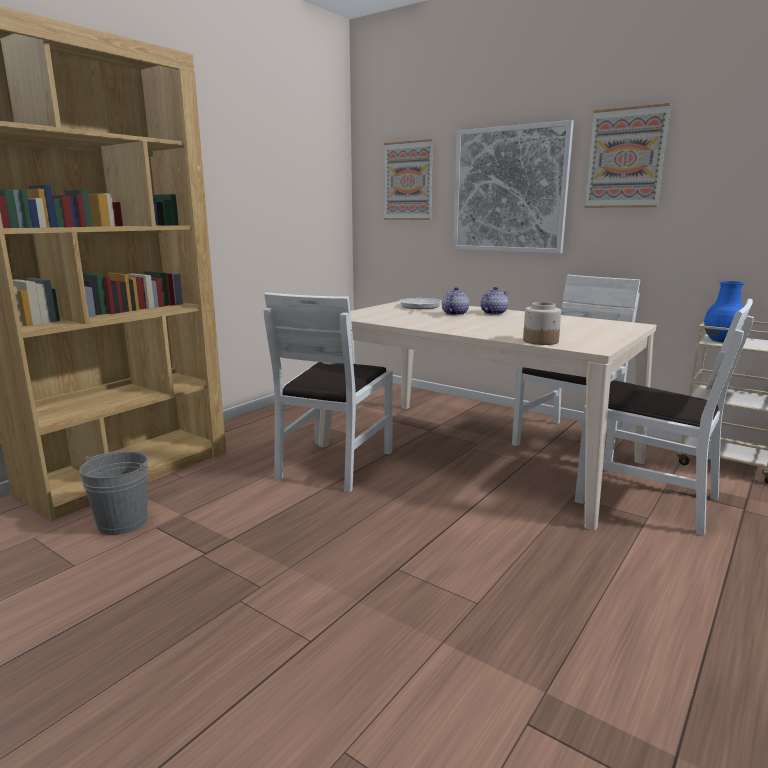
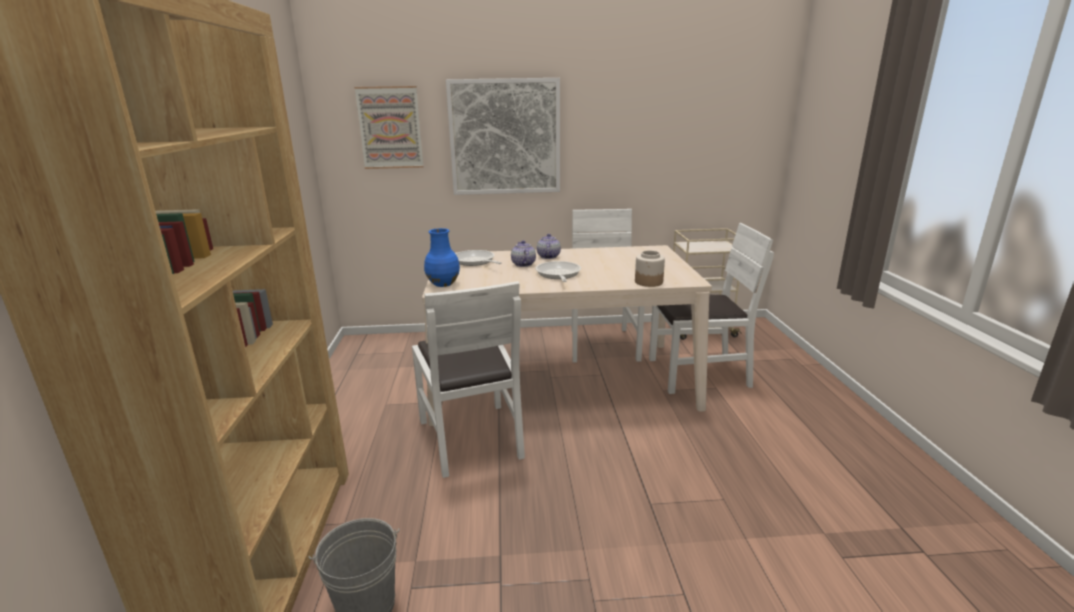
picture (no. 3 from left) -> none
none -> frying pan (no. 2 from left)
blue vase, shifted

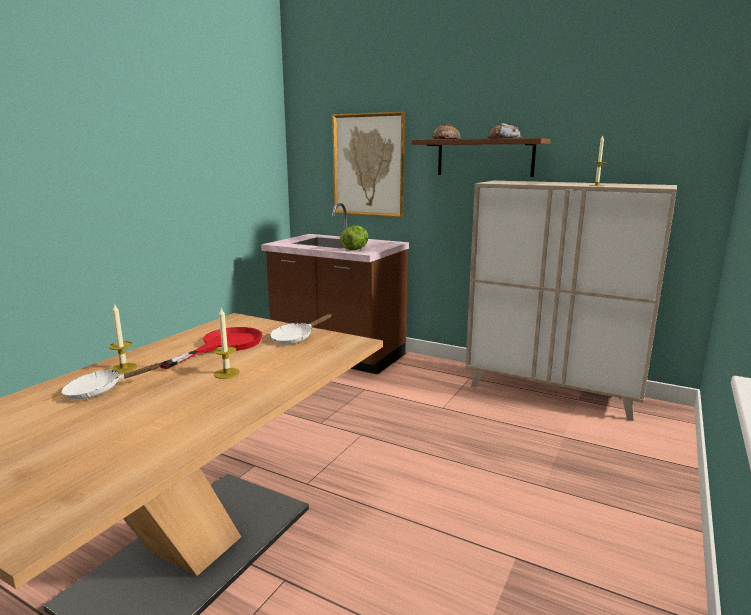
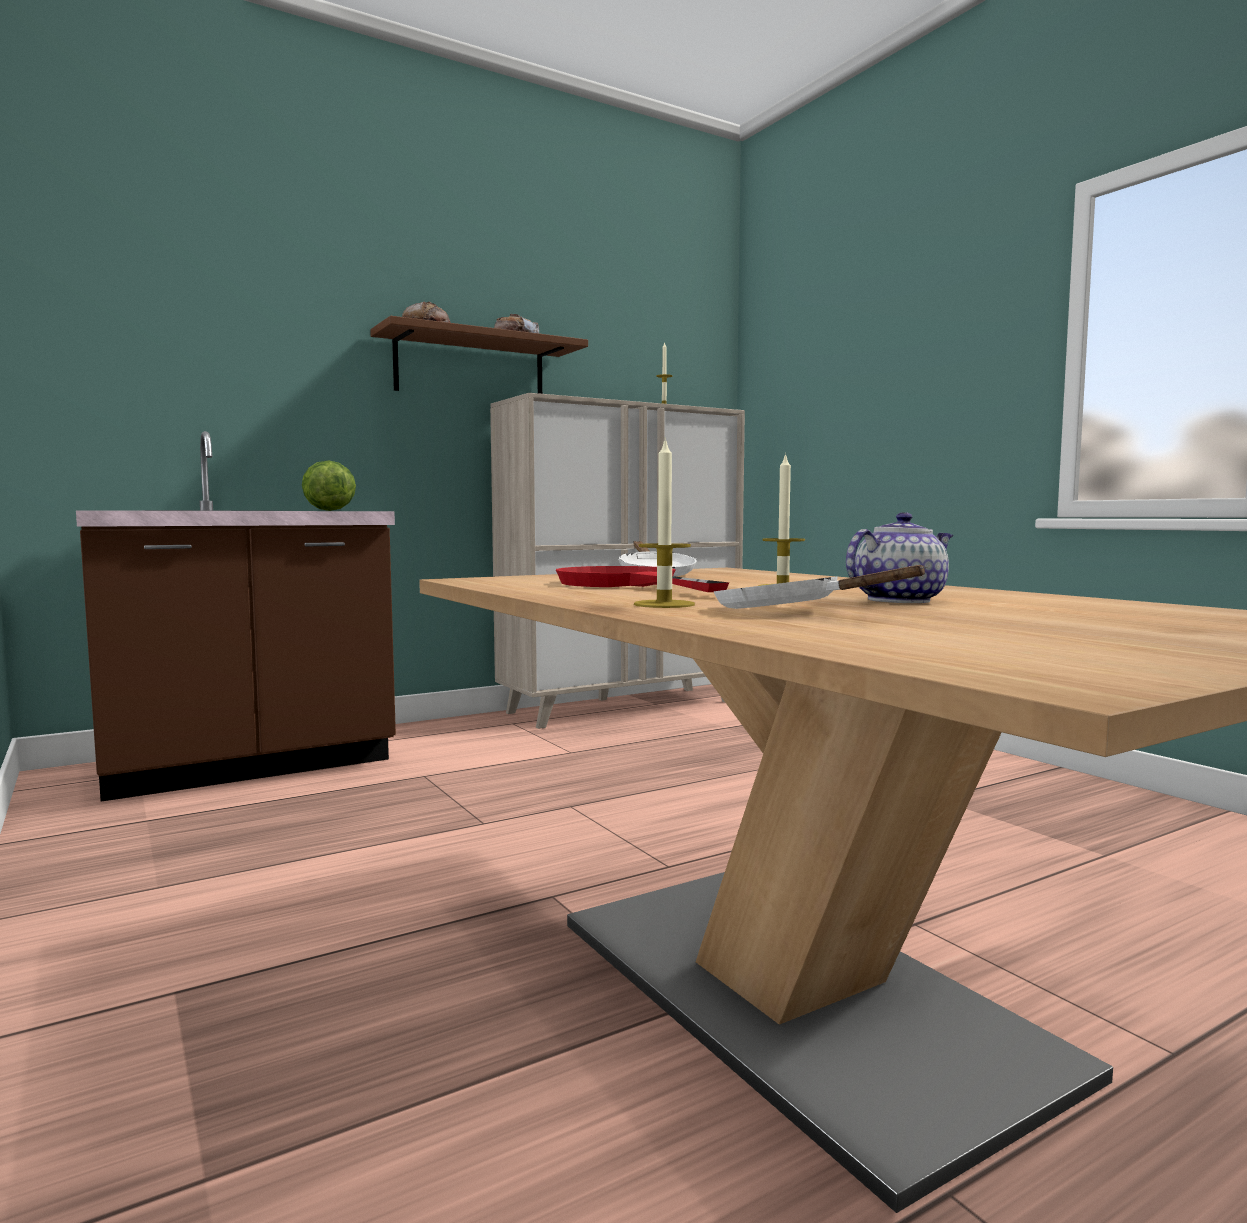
picture -> none
none -> teapot
white frying pan (no. 1 from left in the first image) -> white frying pan (no. 2 from left), 120 degrees clockwise

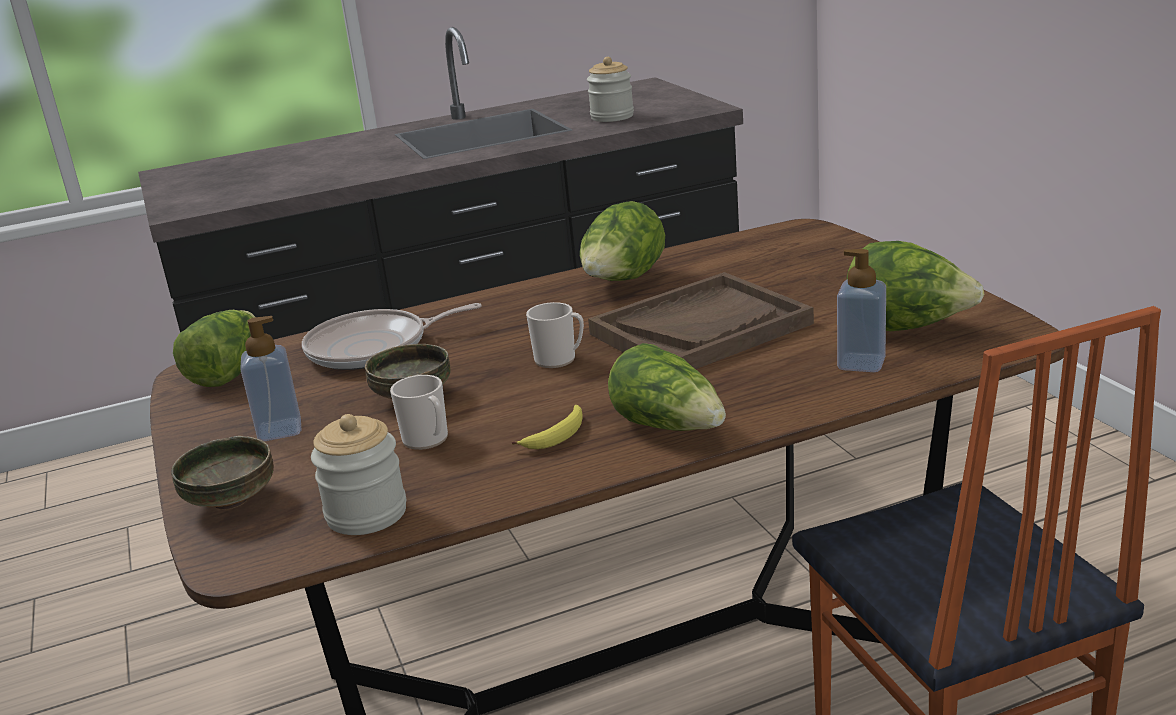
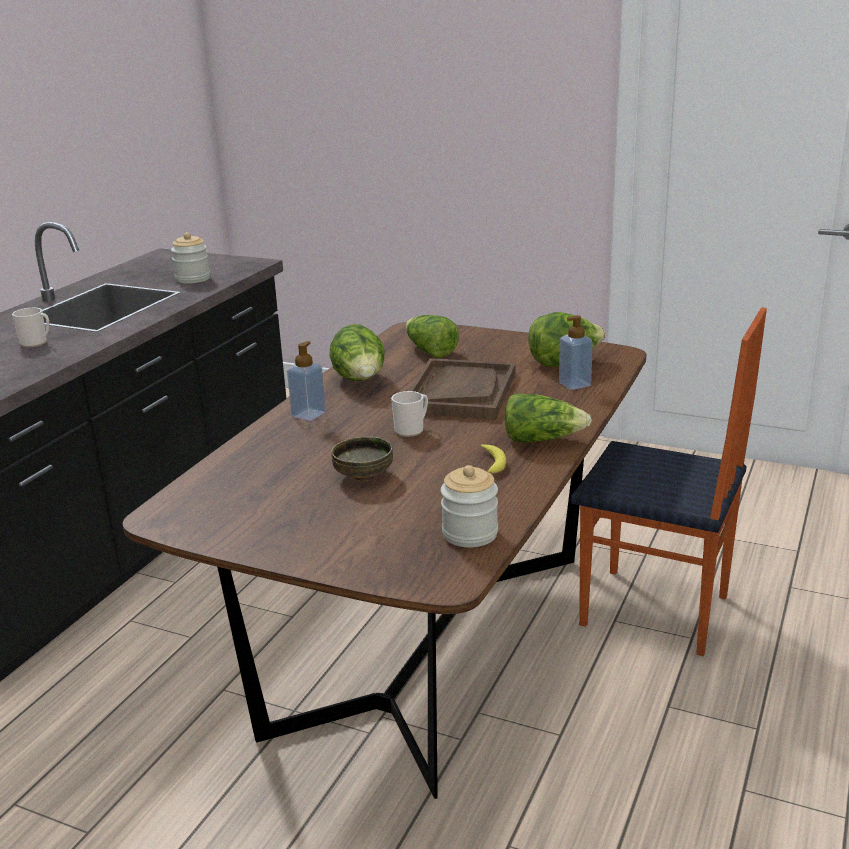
bowl (no. 1 from left) -> none
frying pan -> none
lettuce (no. 1 from left in the first image) -> lettuce (no. 2 from left), shifted
soap dispenser (no. 1 from left), shifted
mug (no. 1 from left), shifted

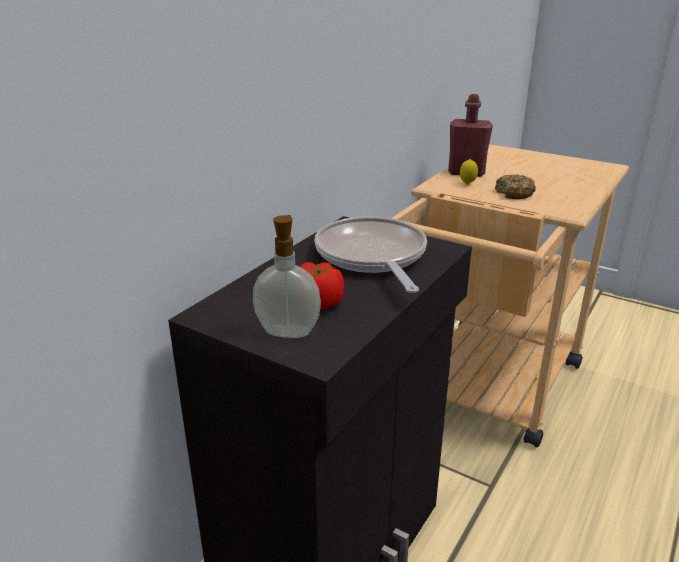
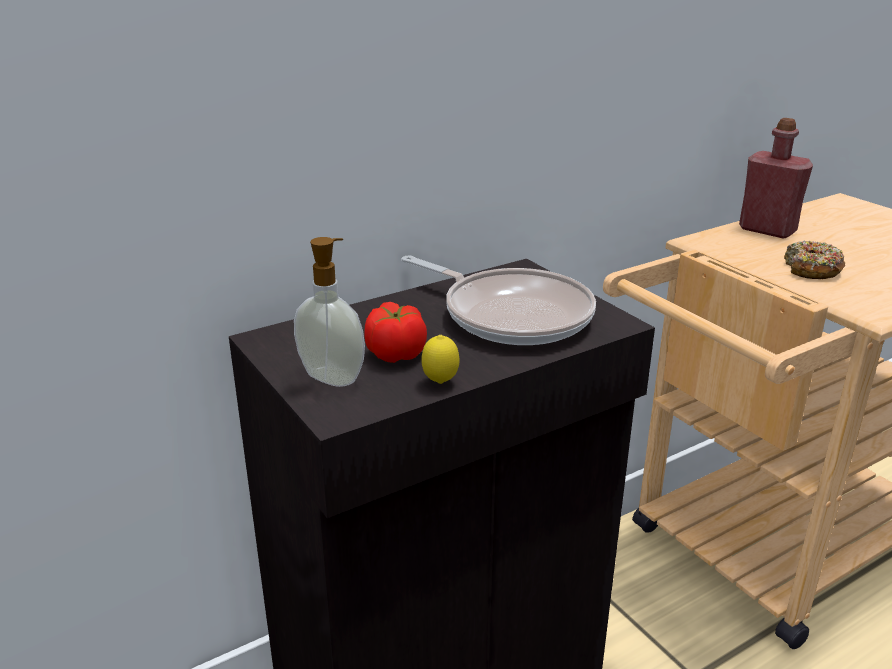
lemon, shifted
frying pan, 120 degrees clockwise

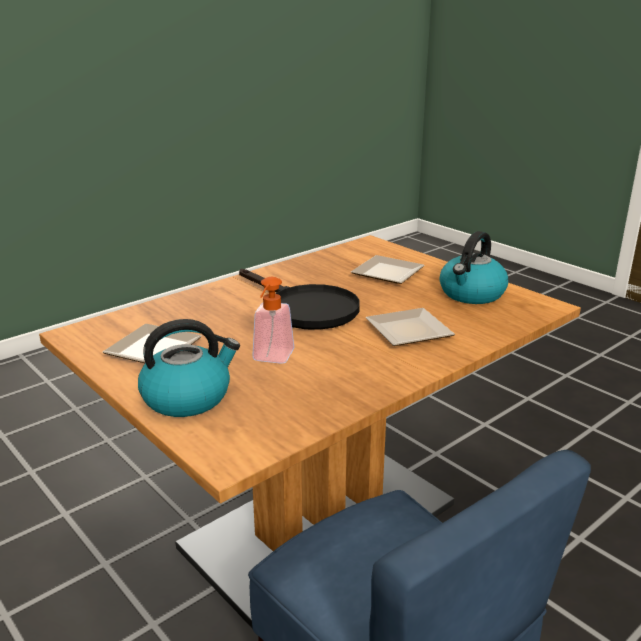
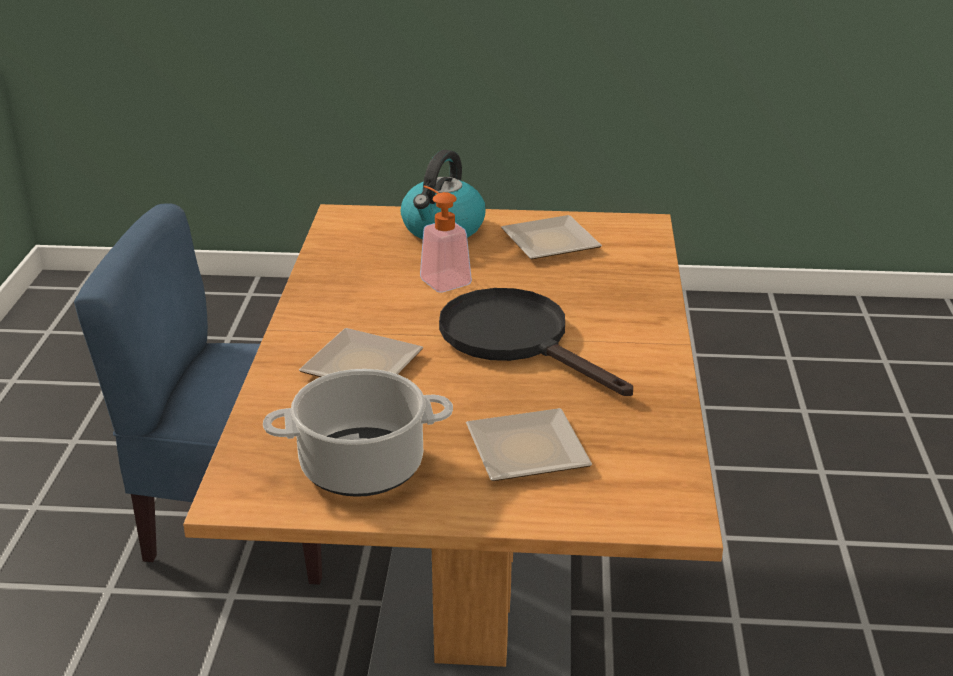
kettle (no. 2 from left) -> cooking pot
black frying pan, 45 degrees clockwise

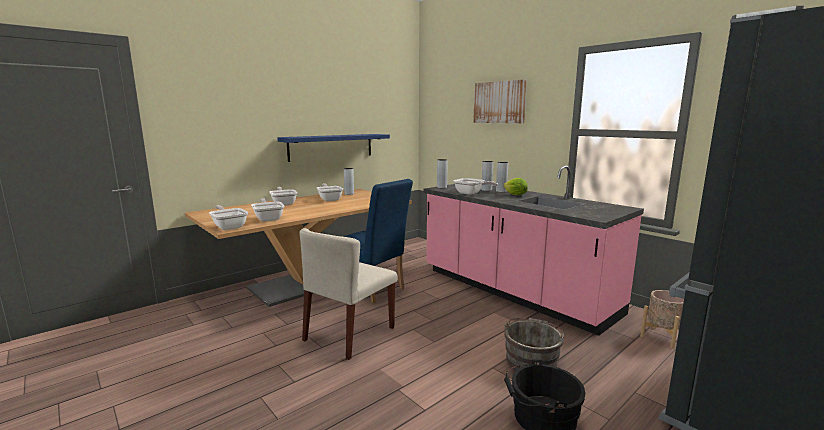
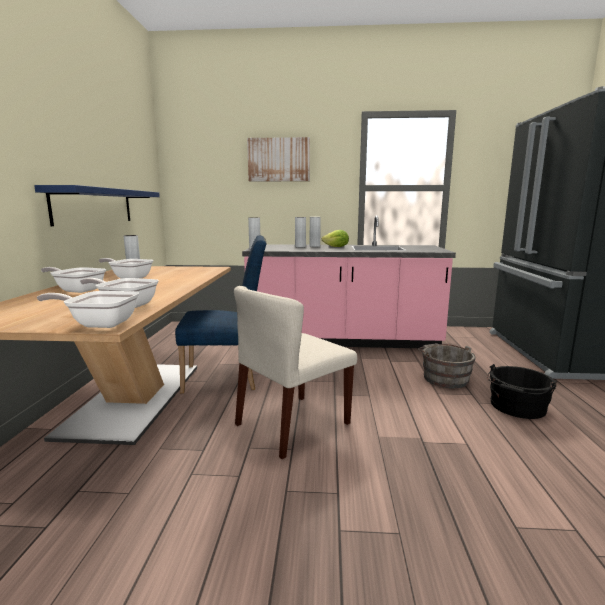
frying pan (no. 5 from left) -> none
beige planter -> none
beige chair, 60 degrees clockwise

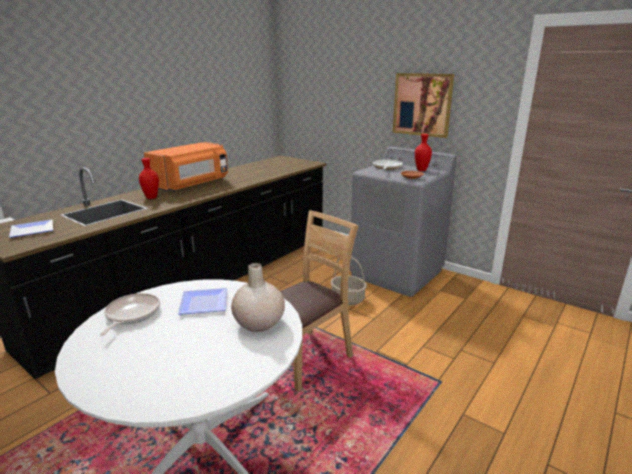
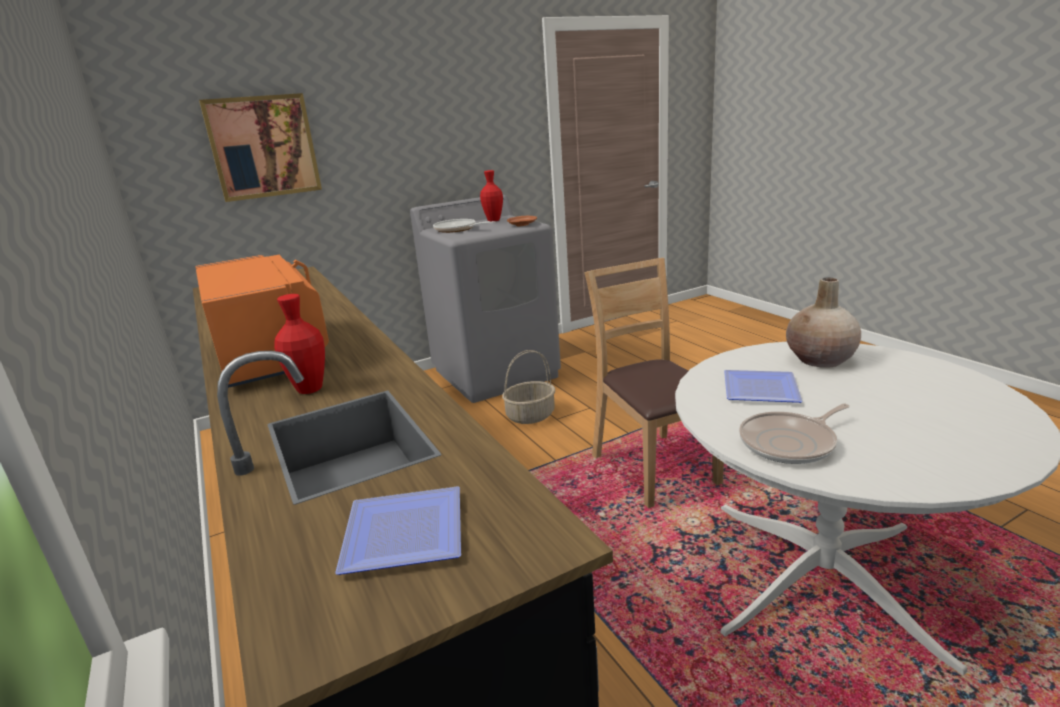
picture, shifted
frying pan (no. 1 from left in the first image) -> frying pan (no. 2 from left), 60 degrees counterclockwise

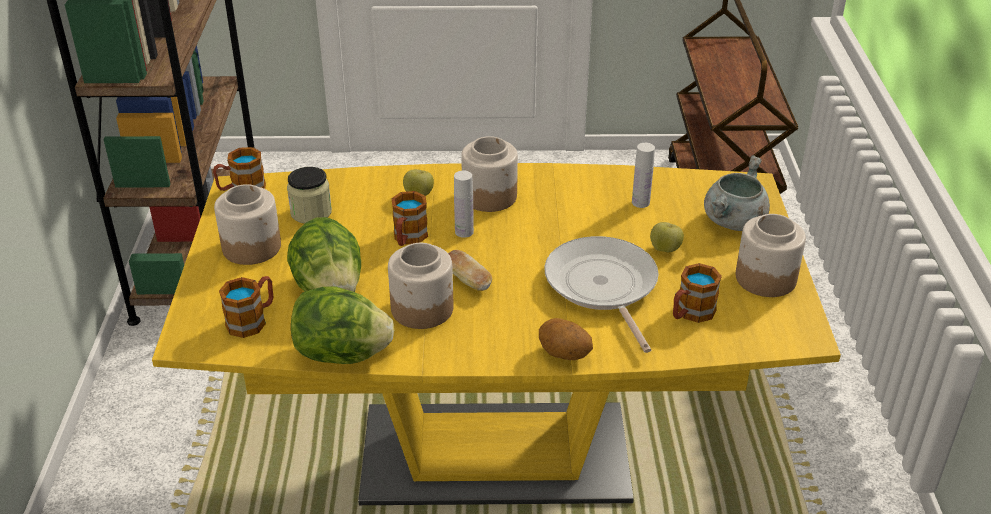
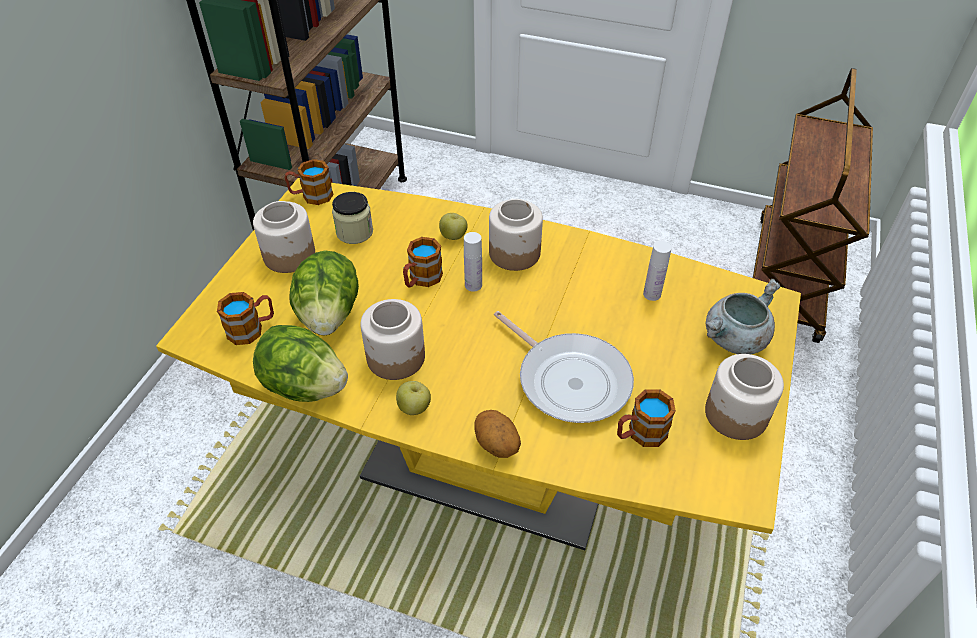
bread -> none
apple (no. 2 from left in the first image) -> apple (no. 1 from left), shifted
frying pan, 135 degrees clockwise

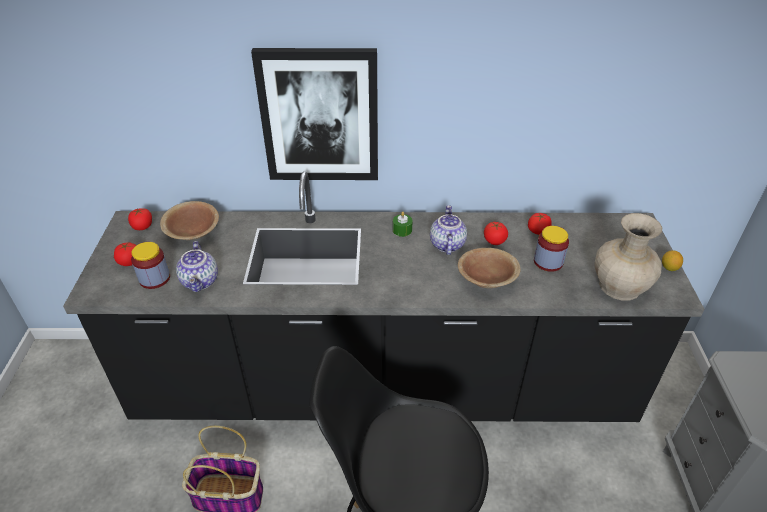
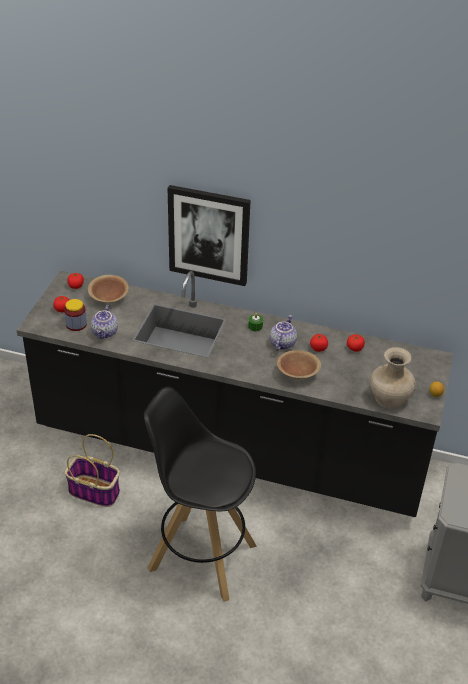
jar (no. 2 from left) -> none

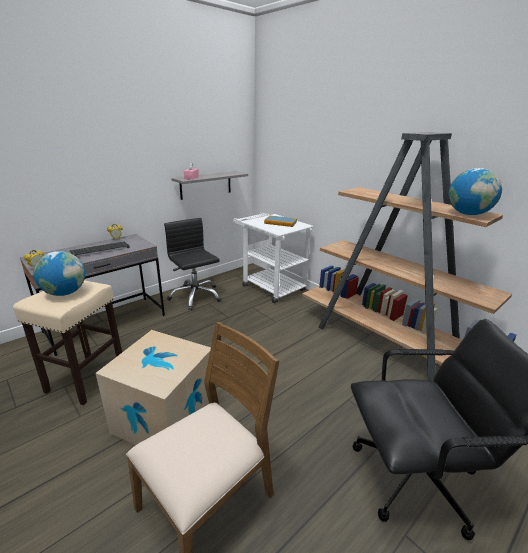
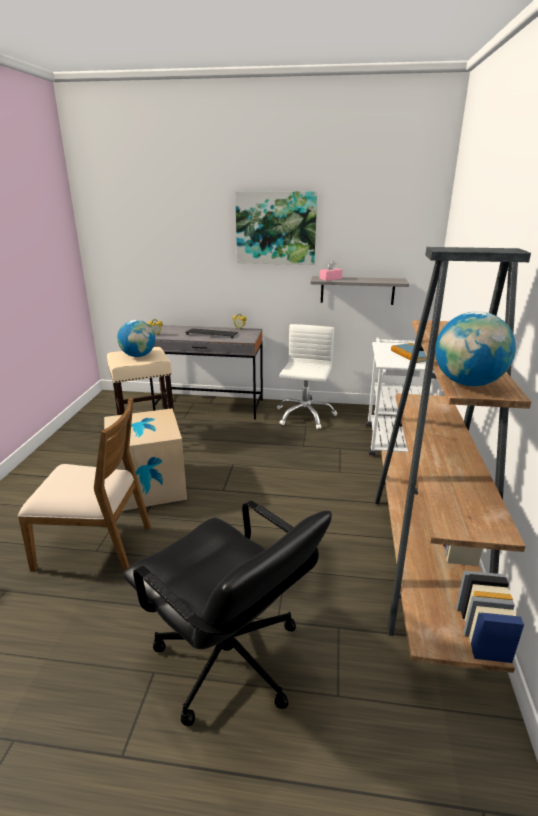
none -> picture
black office chair (no. 1 from left) -> white office chair

